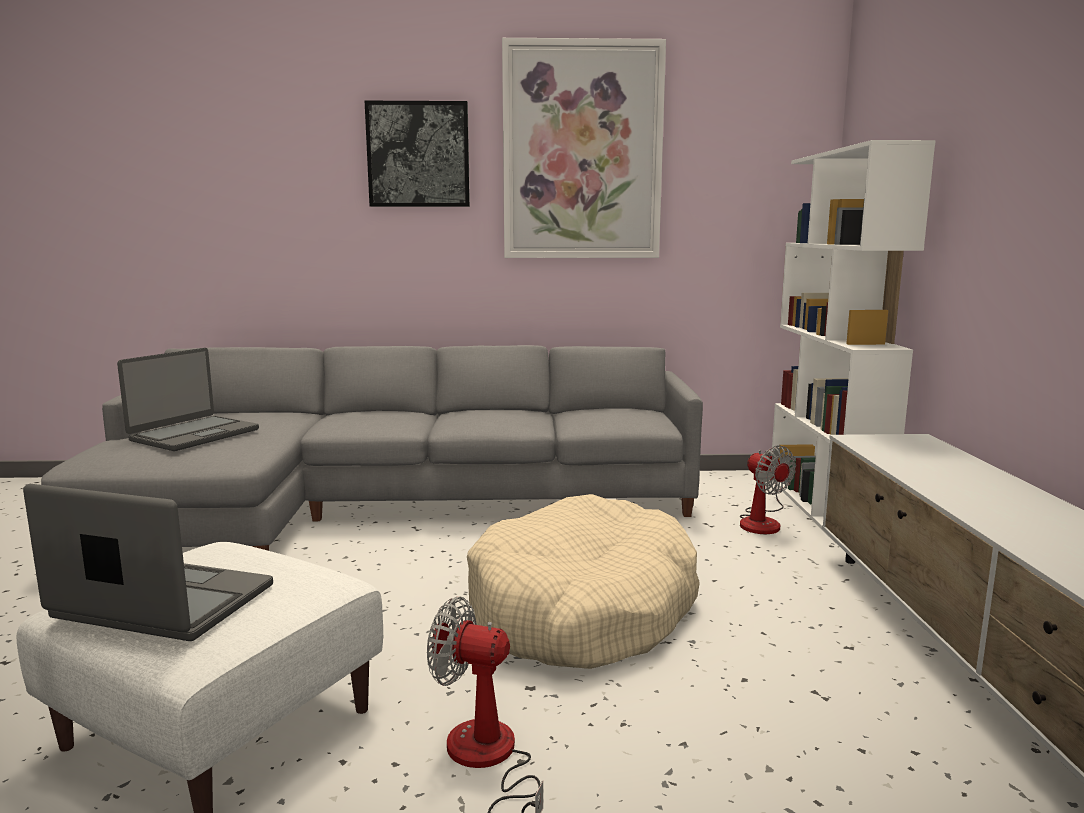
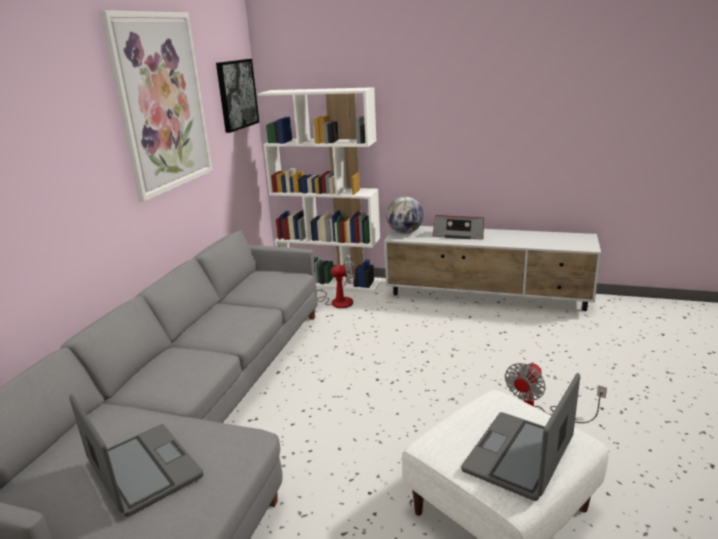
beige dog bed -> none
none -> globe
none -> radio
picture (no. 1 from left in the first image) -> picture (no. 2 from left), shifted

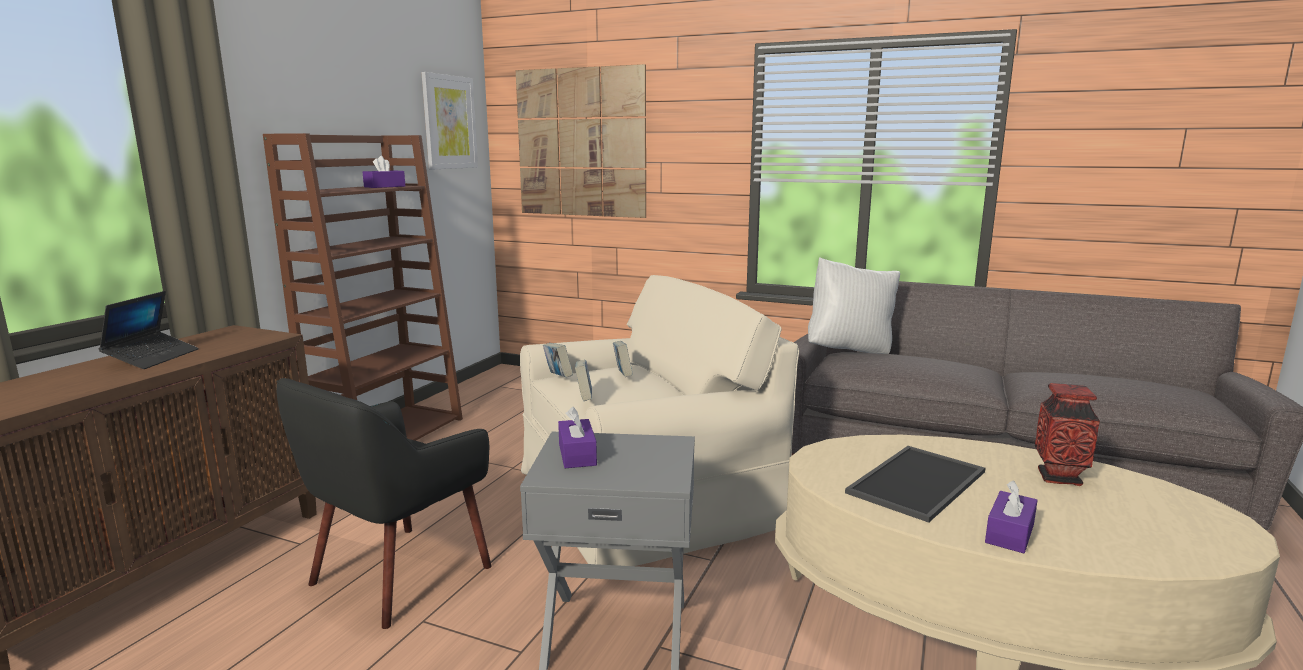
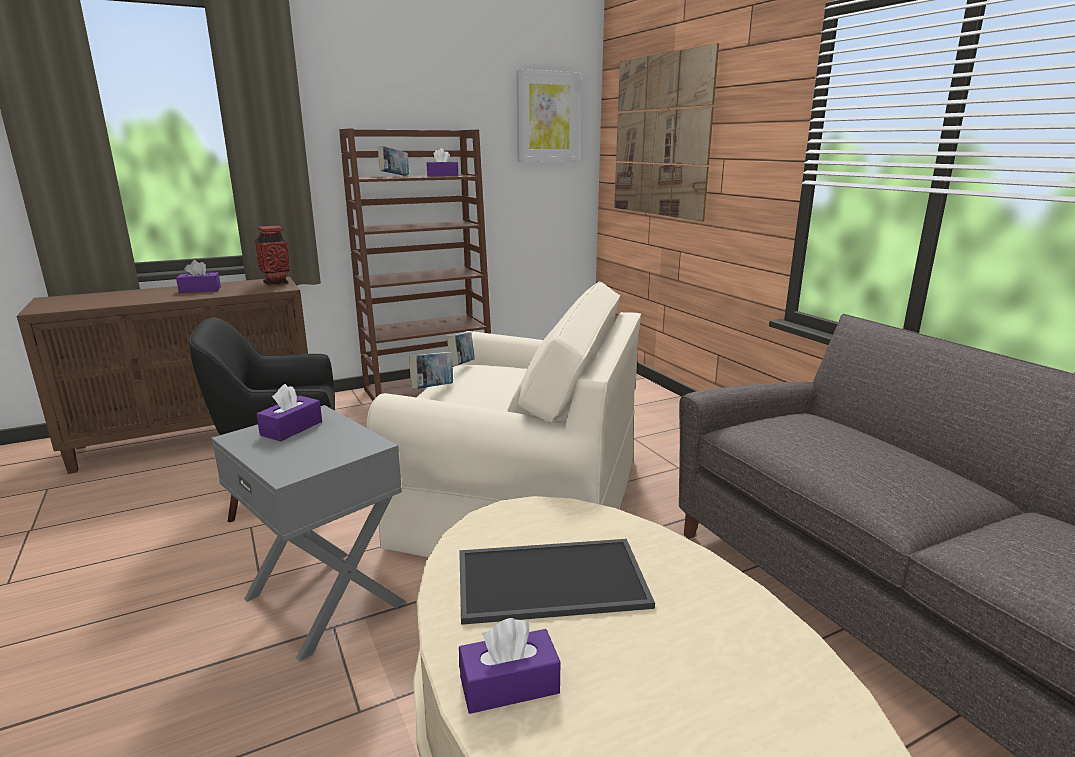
white pillow -> none
book (no. 3 from left in the first image) -> book (no. 1 from left), shifted
vase, shifted
laptop -> purple tissue box (no. 1 from left)

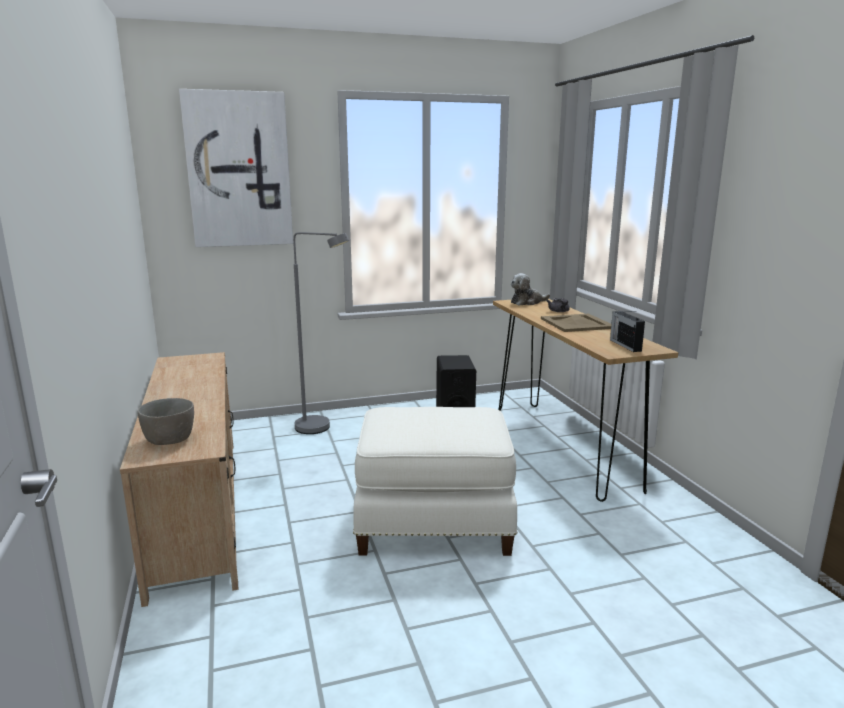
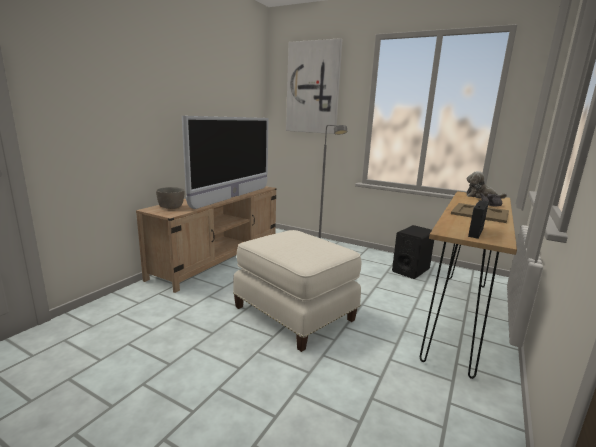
none -> television

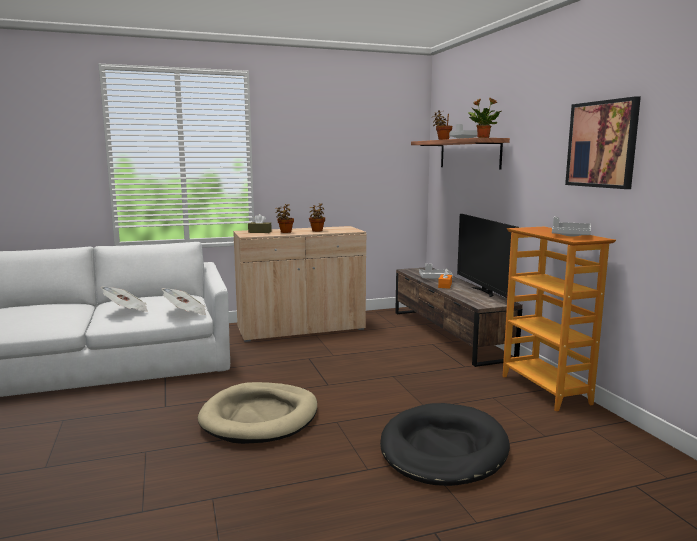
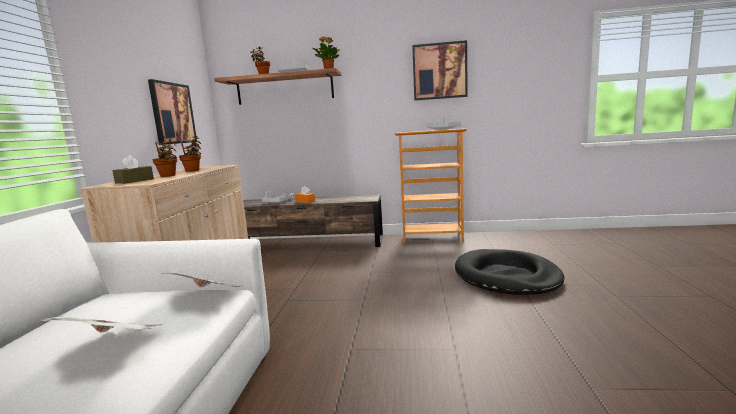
beige dog bed -> none
television -> none
none -> picture (no. 1 from left)

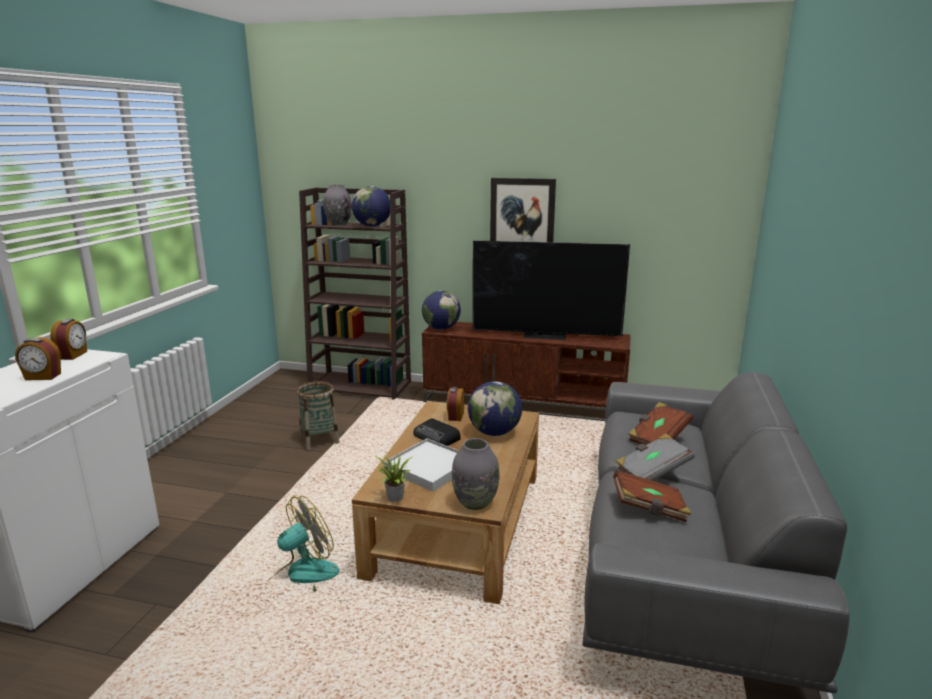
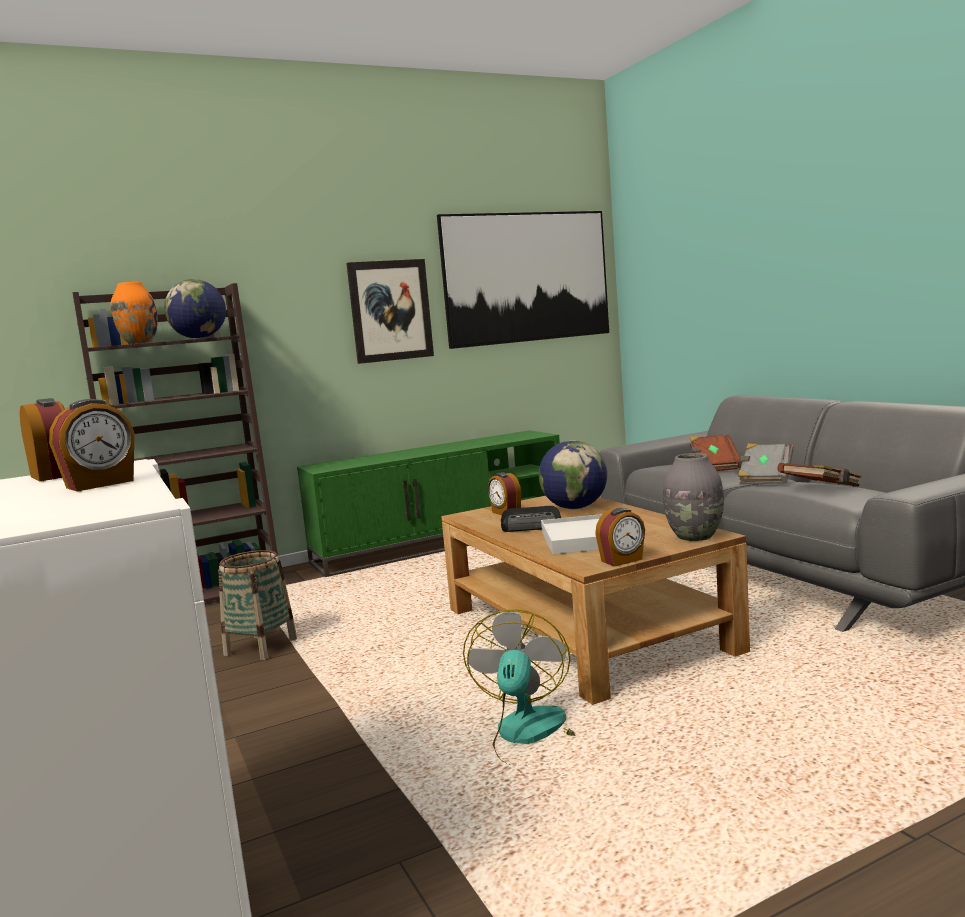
globe (no. 2 from left) -> none
television -> none
none -> picture (no. 2 from left)
potted plant -> alarm clock (no. 4 from left)
grey vase (no. 1 from left) -> orange vase
brown tv stand -> green tv stand

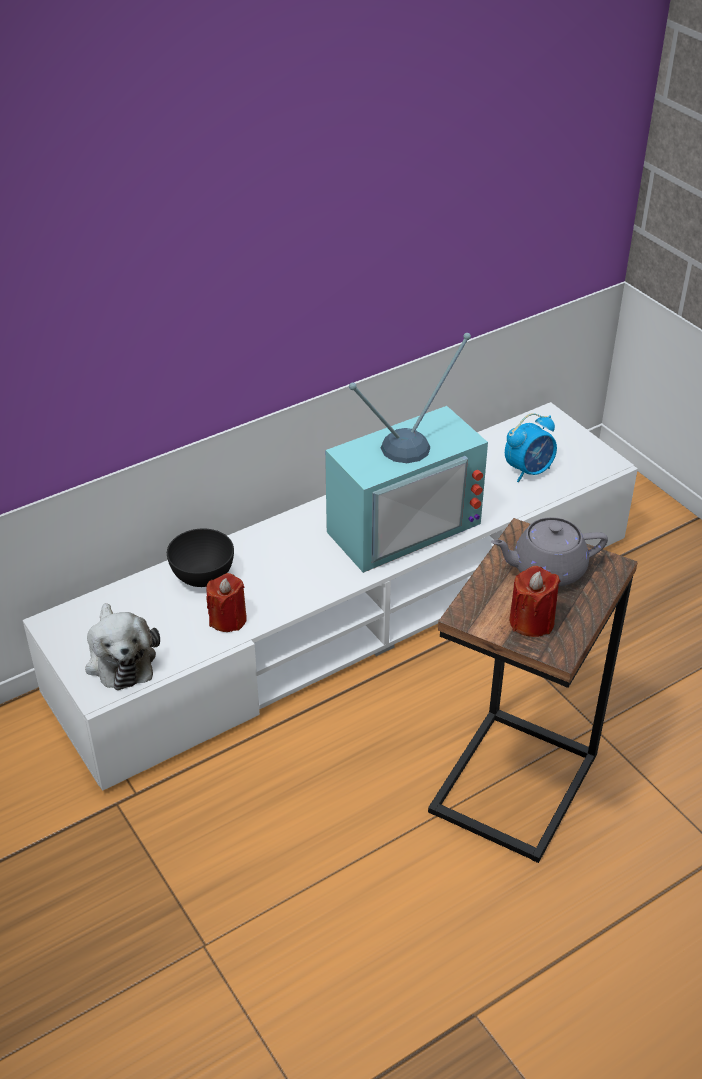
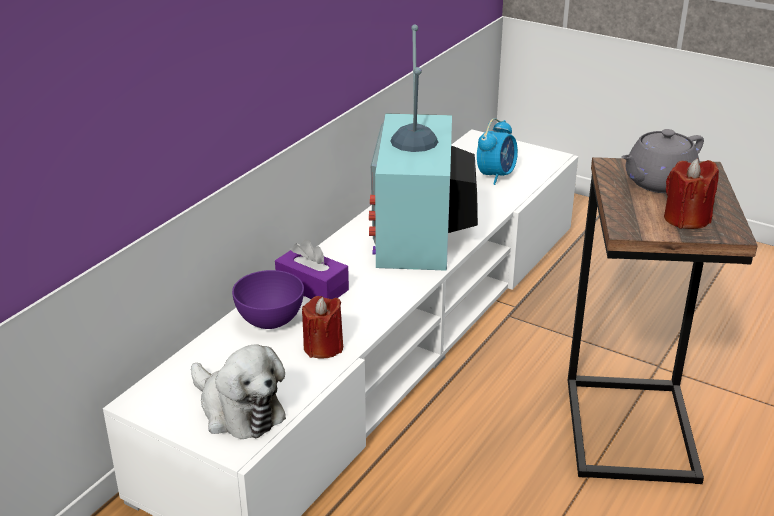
none -> purple tissue box
black bowl -> purple bowl
television, 150 degrees clockwise

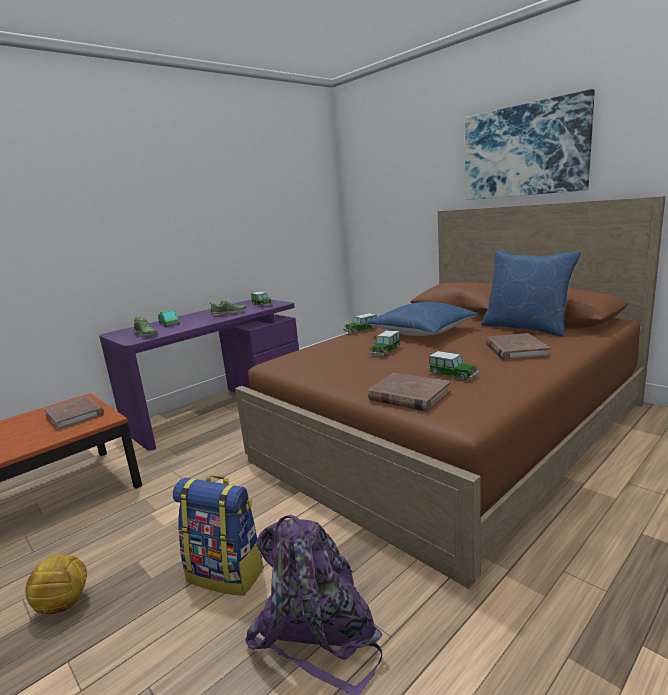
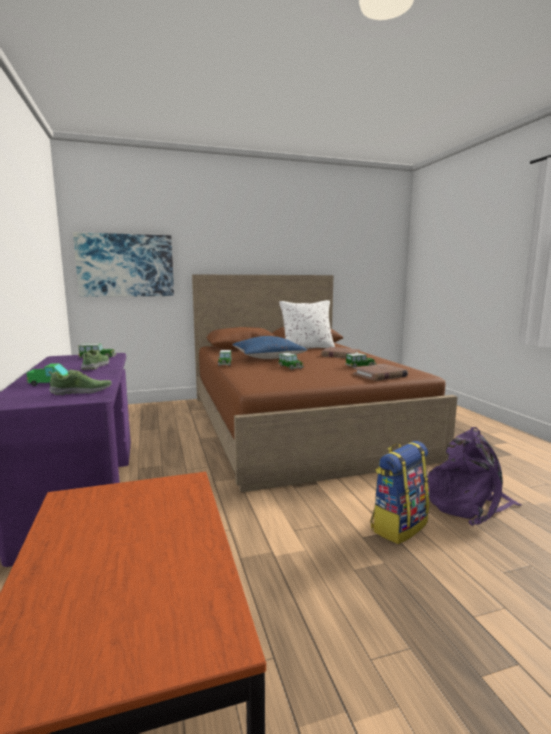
football -> none
brown book (no. 1 from left) -> none
picture, shifted
blue pillow (no. 2 from left) -> white pillow

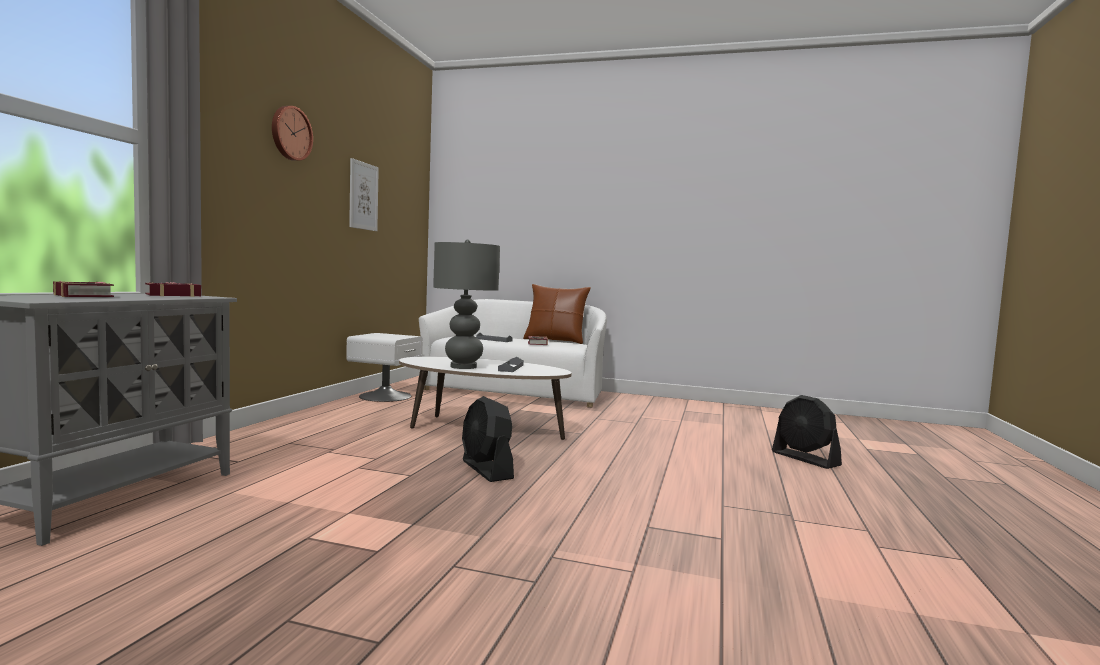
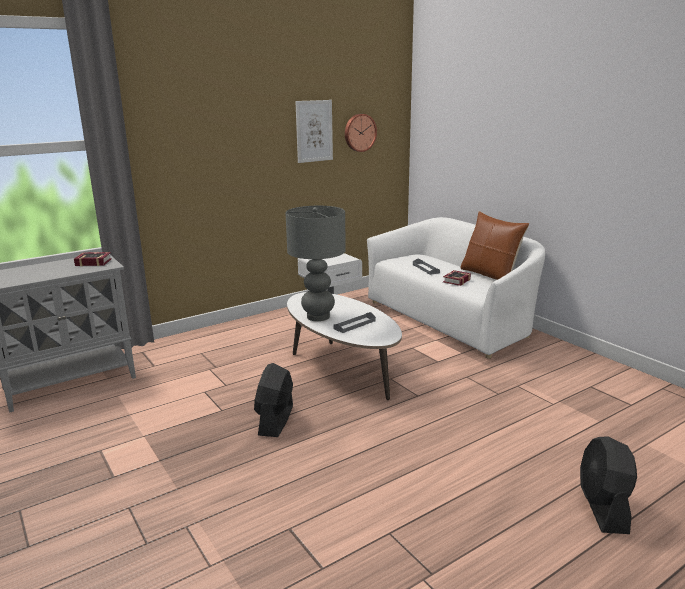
book (no. 1 from left) -> none
wall clock, shifted

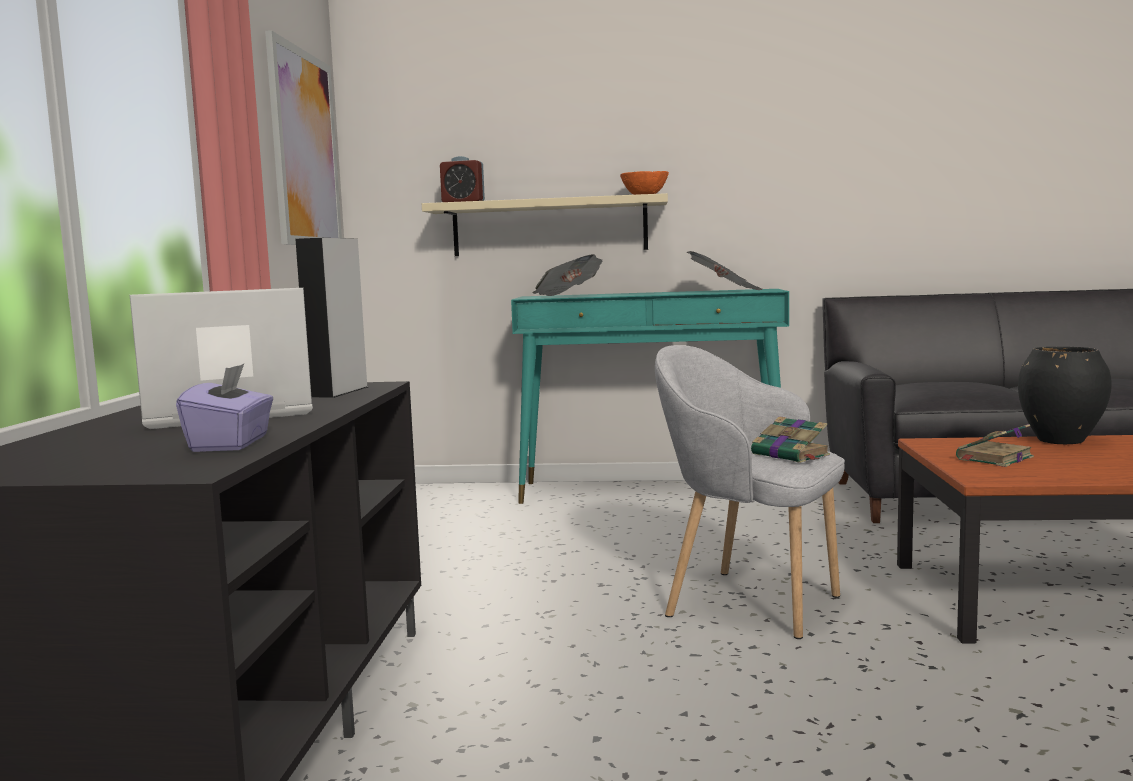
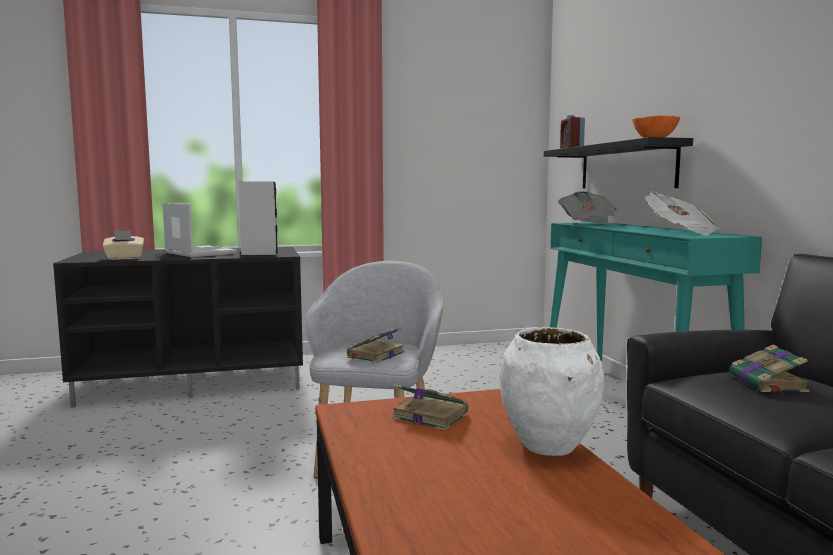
picture -> none
none -> book (no. 3 from left)
purple tissue box -> beige tissue box
beige shelf -> black shelf
black vase -> white vase

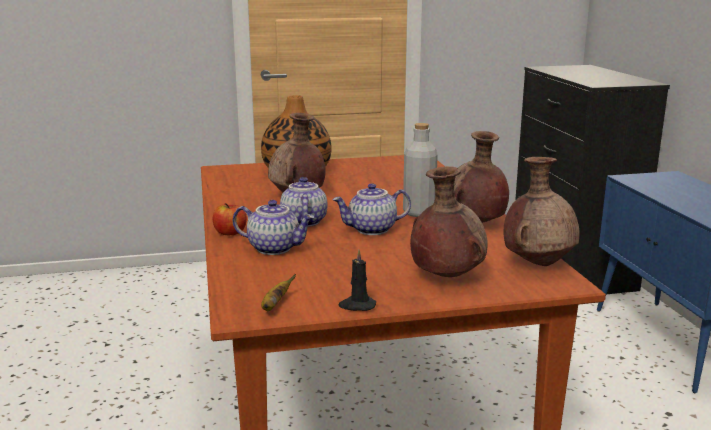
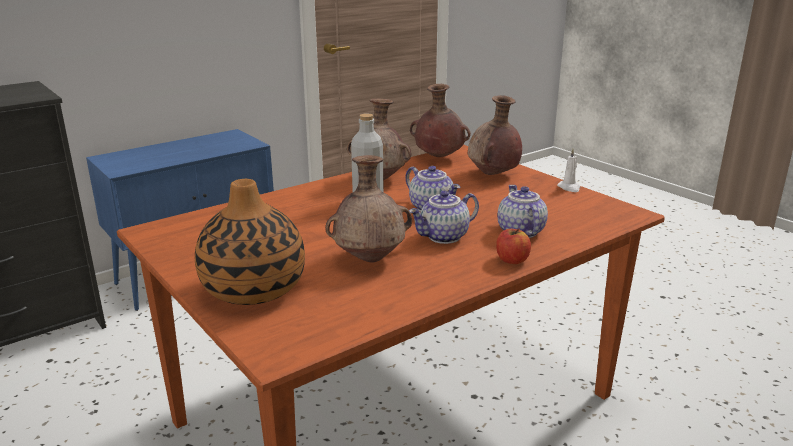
banana -> none
black candle -> white candle

